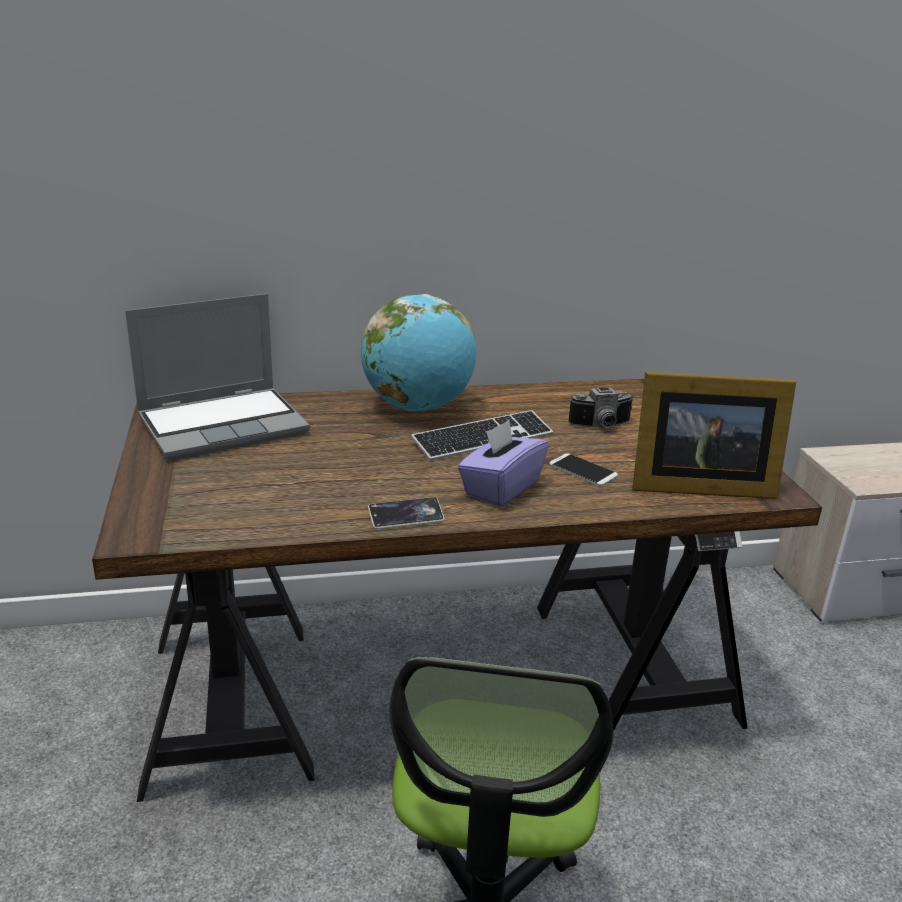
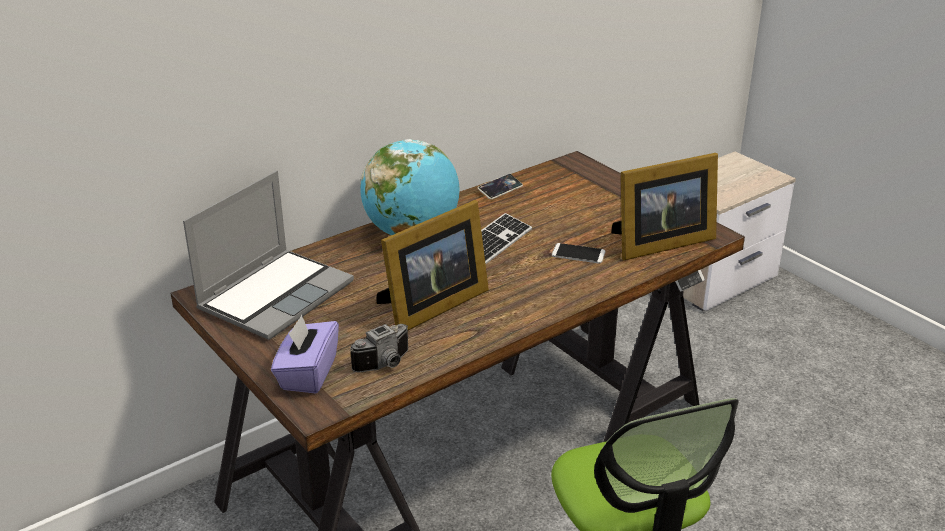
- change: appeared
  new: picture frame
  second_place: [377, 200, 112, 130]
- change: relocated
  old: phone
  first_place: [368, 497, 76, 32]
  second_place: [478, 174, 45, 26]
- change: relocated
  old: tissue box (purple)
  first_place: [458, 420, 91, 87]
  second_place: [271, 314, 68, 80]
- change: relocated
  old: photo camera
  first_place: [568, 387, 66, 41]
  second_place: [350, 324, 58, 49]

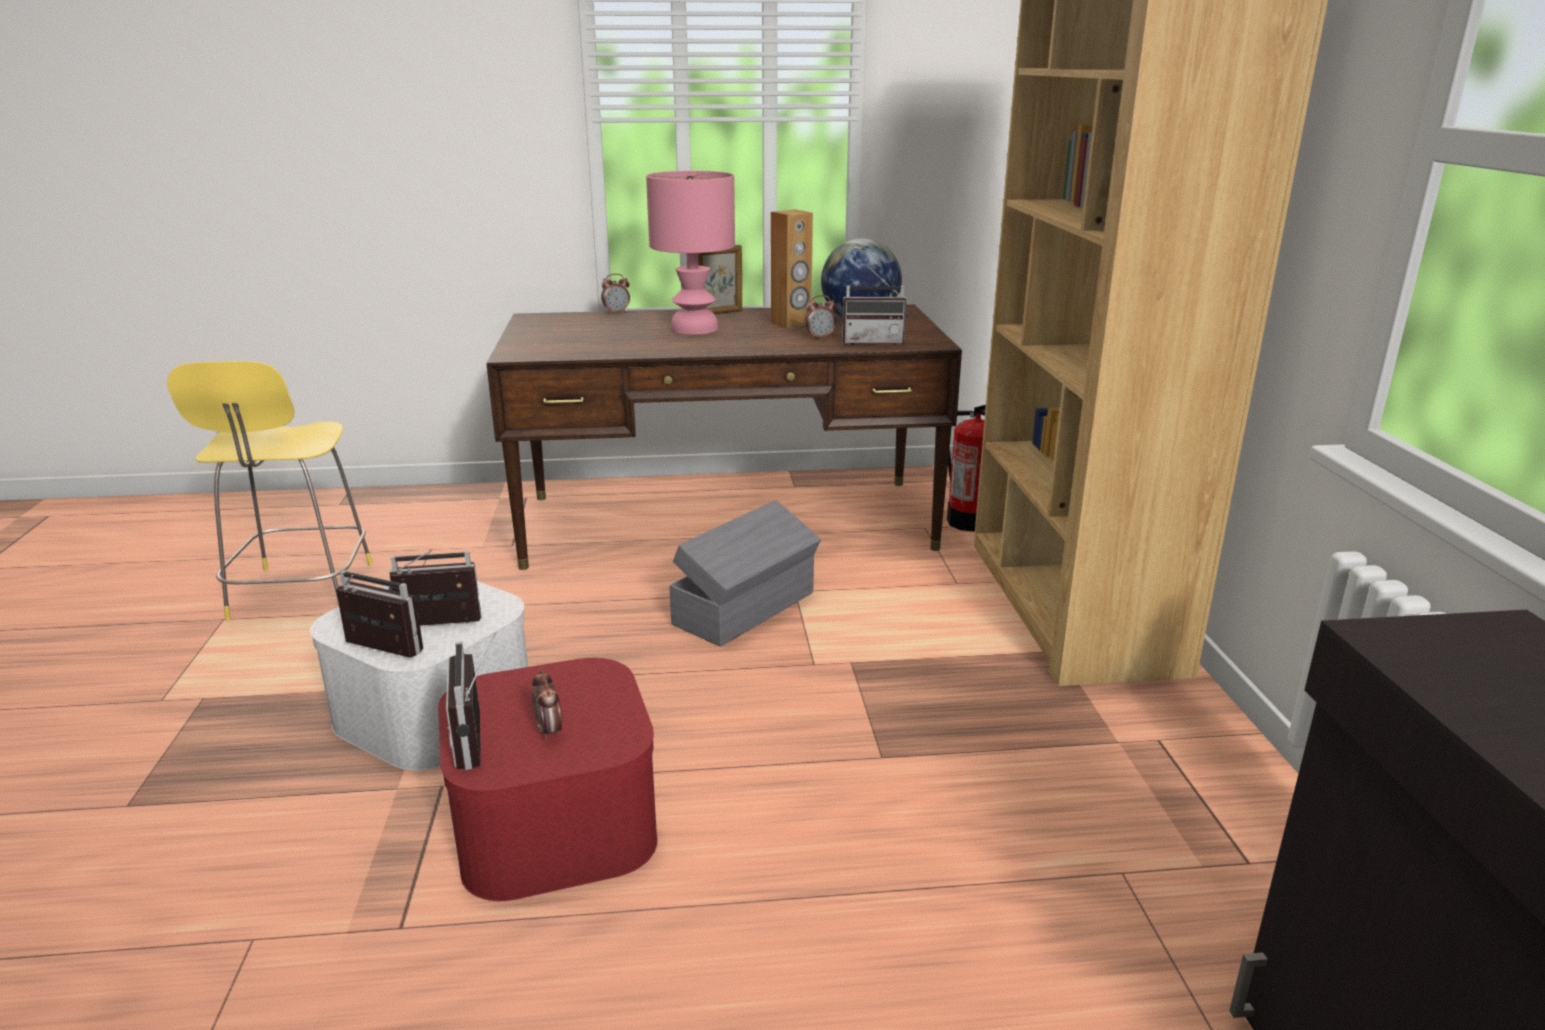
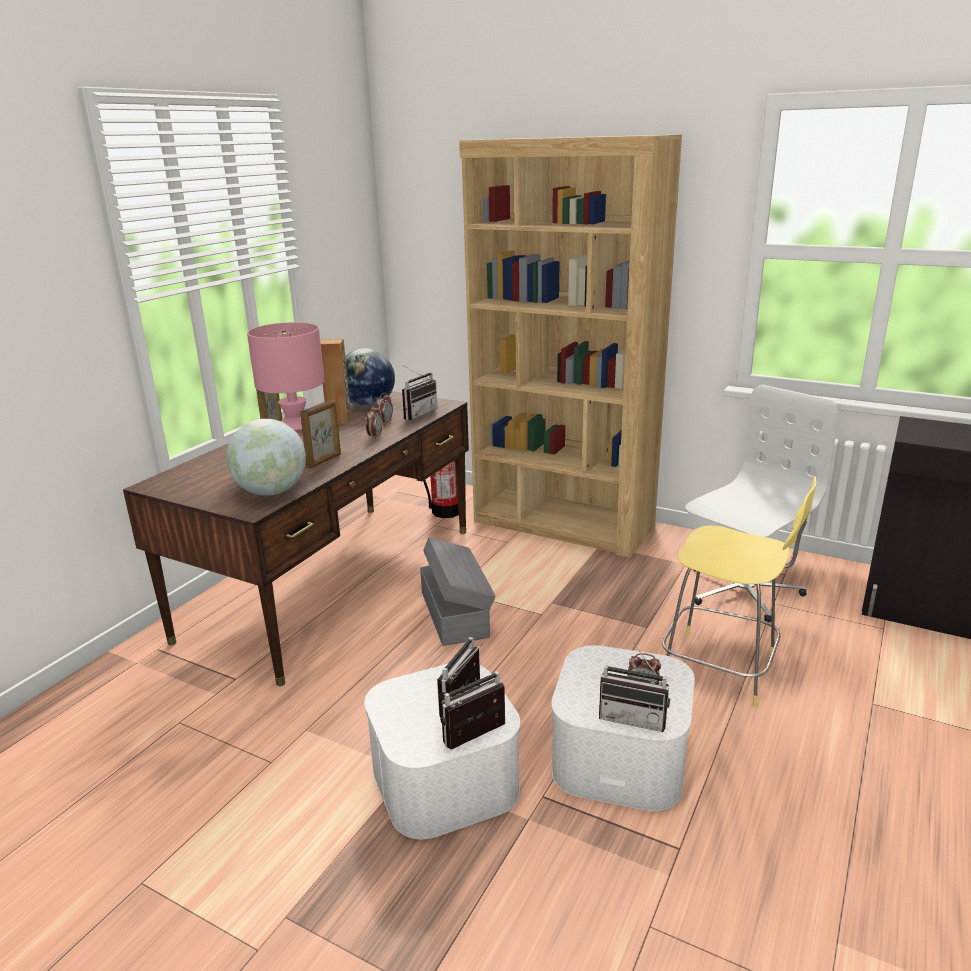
- change: appeared
  new: globe
  second_place: [226, 419, 80, 77]
- change: appeared
  new: picture frame
  second_place: [300, 400, 41, 68]
- change: appeared
  new: office chair (white)
  second_place: [685, 385, 153, 237]
- change: relocated
  old: stool (yellow)
  first_place: [167, 361, 206, 260]
  second_place: [662, 476, 155, 232]
- change: relocated
  old: alarm clock
  first_place: [601, 274, 29, 40]
  second_place: [366, 405, 17, 34]
- change: colour
  old: storage box (red)
  new: storage box (white)
  first_place: [438, 658, 220, 243]
  second_place: [552, 645, 143, 166]

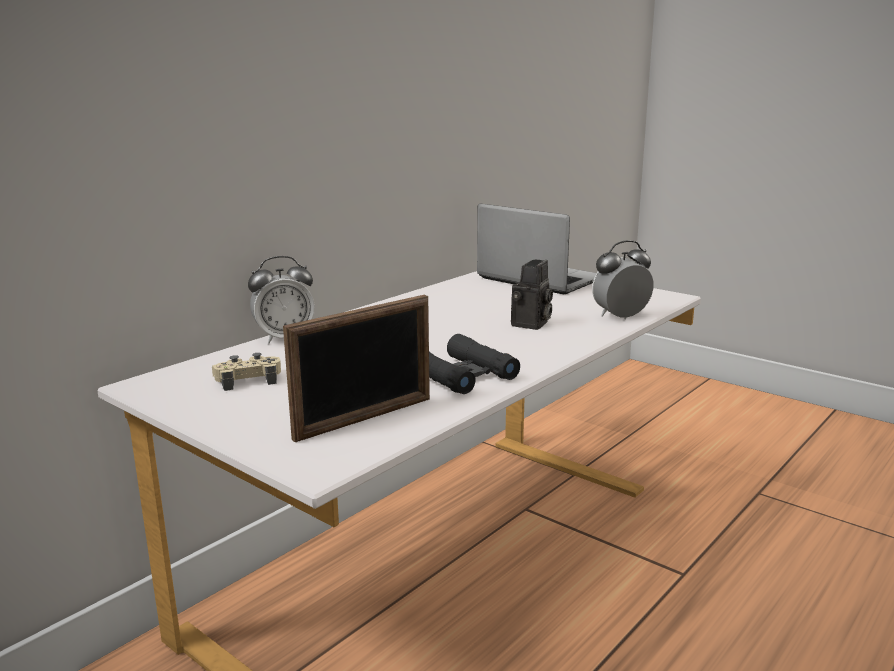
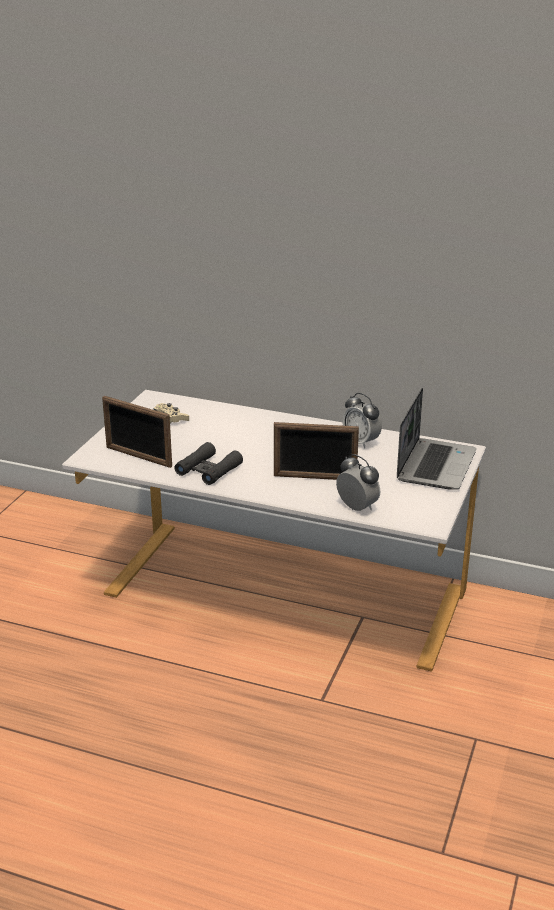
- change: relocated
  old: alarm clock
  first_place: [248, 256, 67, 87]
  second_place: [342, 393, 40, 56]
- change: exchanged
  old: photo camera
  new: picture frame
  first_place: [511, 260, 42, 70]
  second_place: [274, 422, 85, 58]

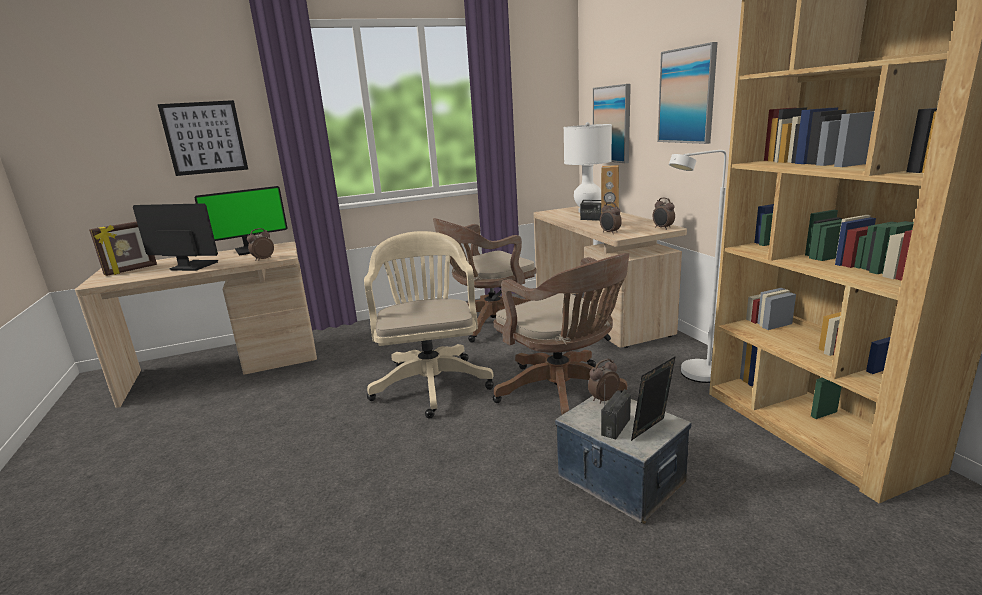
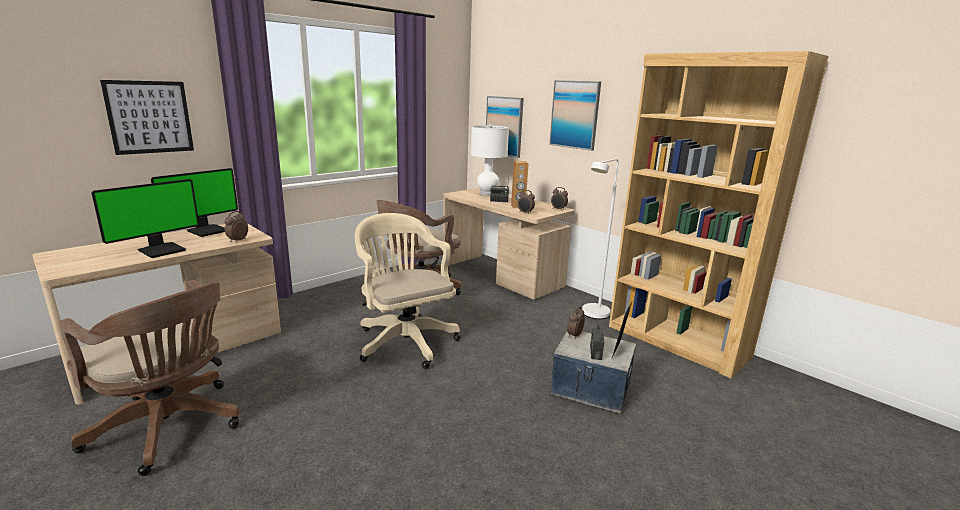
- change: missing
  old: picture frame
  first_place: [89, 221, 68, 55]
- change: relocated
  old: office chair (brown)
  first_place: [493, 253, 136, 173]
  second_place: [59, 280, 181, 196]
- change: spun
  old: monitor
  first_place: [133, 203, 85, 68]
  second_place: [91, 179, 108, 79]
  degrees: 135

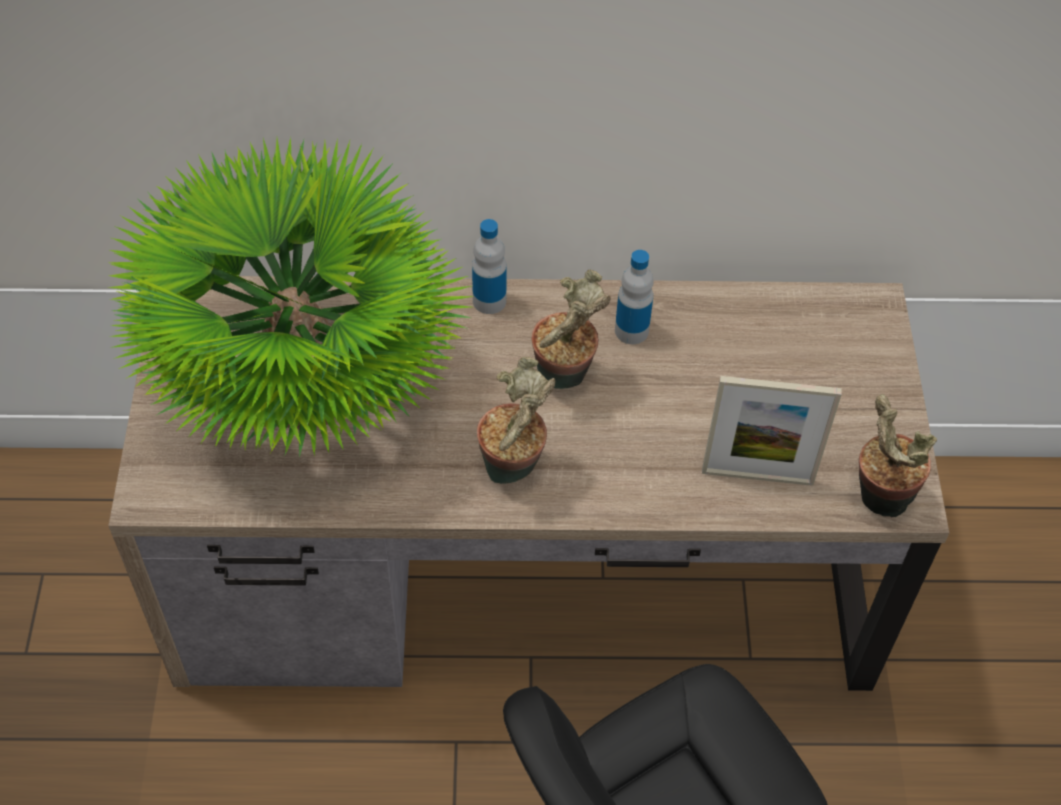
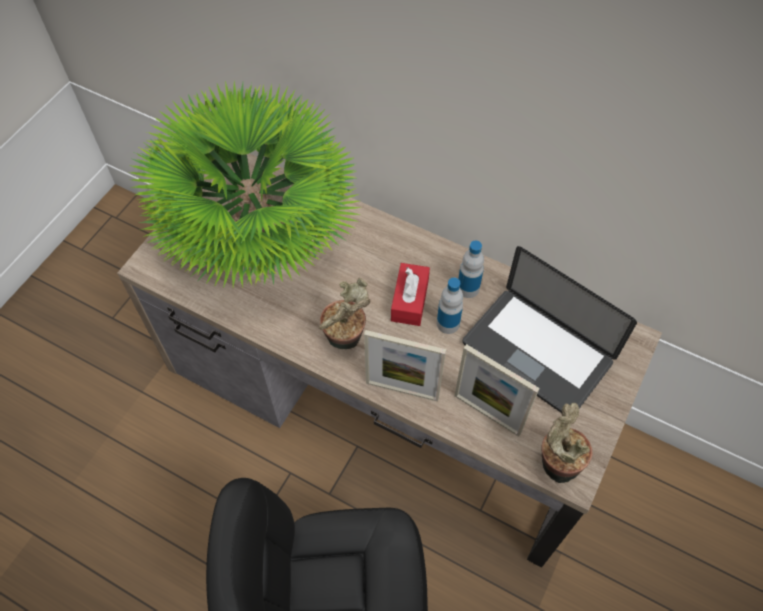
- change: appeared
  new: picture frame
  second_place: [364, 330, 82, 71]
- change: appeared
  new: laptop
  second_place: [463, 246, 174, 167]
- change: relocated
  old: bottle
  first_place: [472, 219, 35, 95]
  second_place: [437, 278, 26, 56]
- change: exchanged
  old: potted plant
  new: tissue box (red)
  first_place: [532, 270, 79, 119]
  second_place: [391, 263, 39, 63]

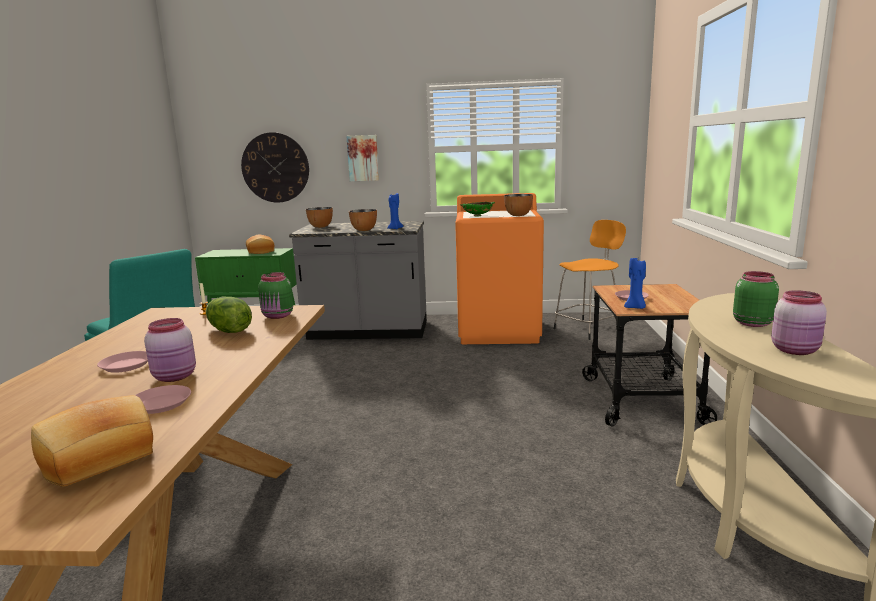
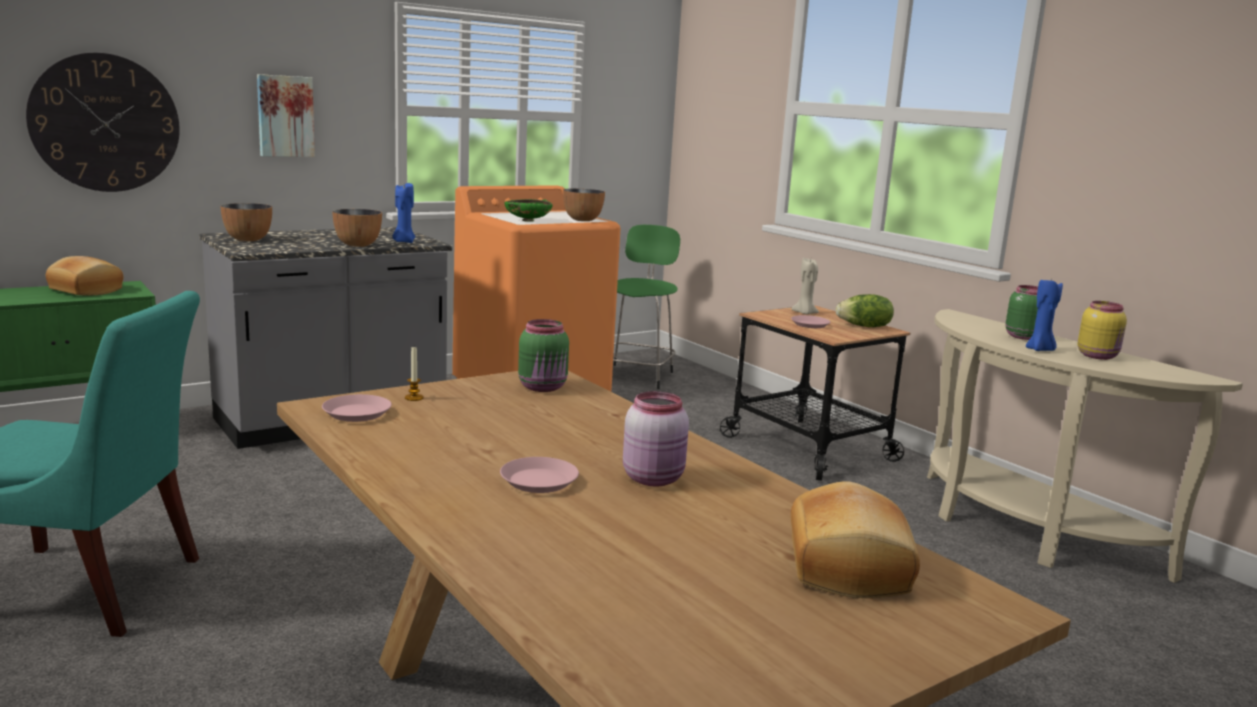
- change: appeared
  new: candle (beige)
  second_place: [792, 258, 27, 57]
- change: relocated
  old: plate (pink)
  first_place: [135, 385, 56, 29]
  second_place: [322, 394, 70, 28]
- change: relocated
  old: lettuce
  first_place: [206, 297, 46, 36]
  second_place: [836, 294, 58, 33]
- change: relocated
  old: candle (blue)
  first_place: [624, 258, 22, 51]
  second_place: [1026, 279, 37, 72]
- change: colour
  old: stool (orange)
  new: stool (green)
  first_place: [554, 220, 72, 120]
  second_place: [613, 225, 67, 164]
- change: colour
  old: jar (pink)
  new: jar (yellow)
  first_place: [771, 290, 56, 65]
  second_place: [1078, 301, 49, 59]

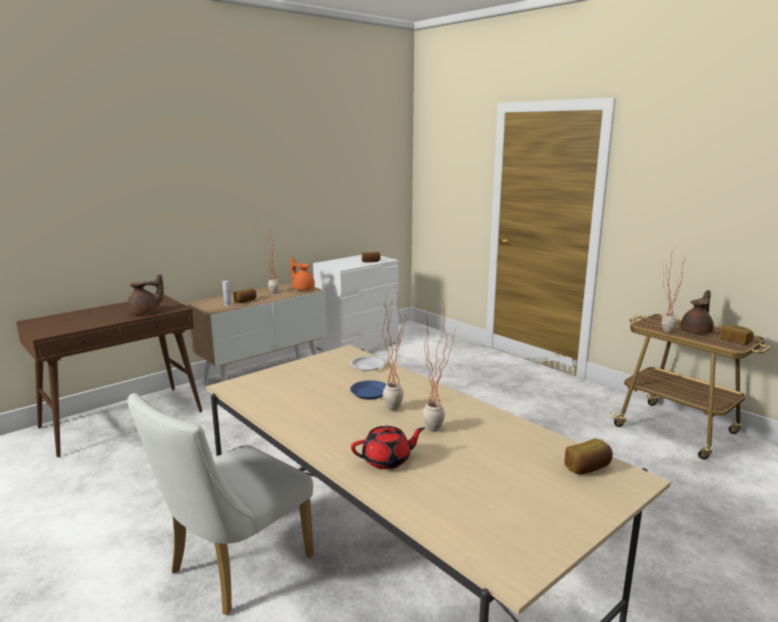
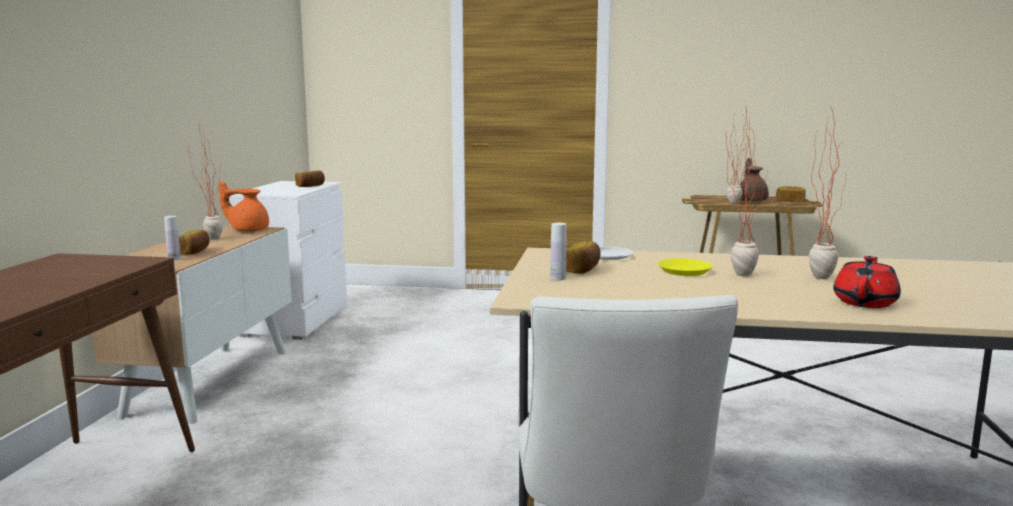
- change: missing
  old: teapot (brown)
  first_place: [127, 274, 37, 41]
- change: appeared
  new: bottle (white)
  second_place: [550, 223, 17, 58]
- change: relocated
  old: bread
  first_place: [564, 438, 49, 36]
  second_place: [566, 241, 35, 33]
- change: colour
  old: plate (blue)
  new: plate (yellow)
  first_place: [350, 380, 37, 20]
  second_place: [658, 258, 55, 18]

